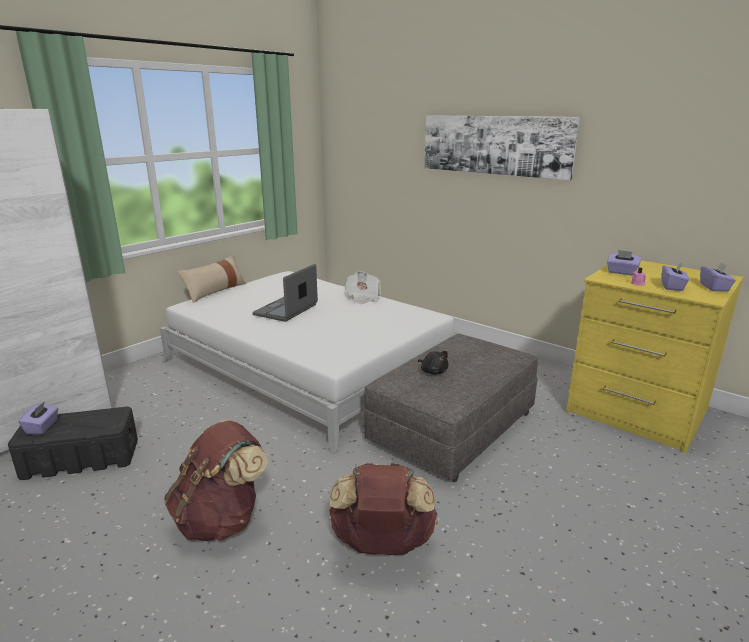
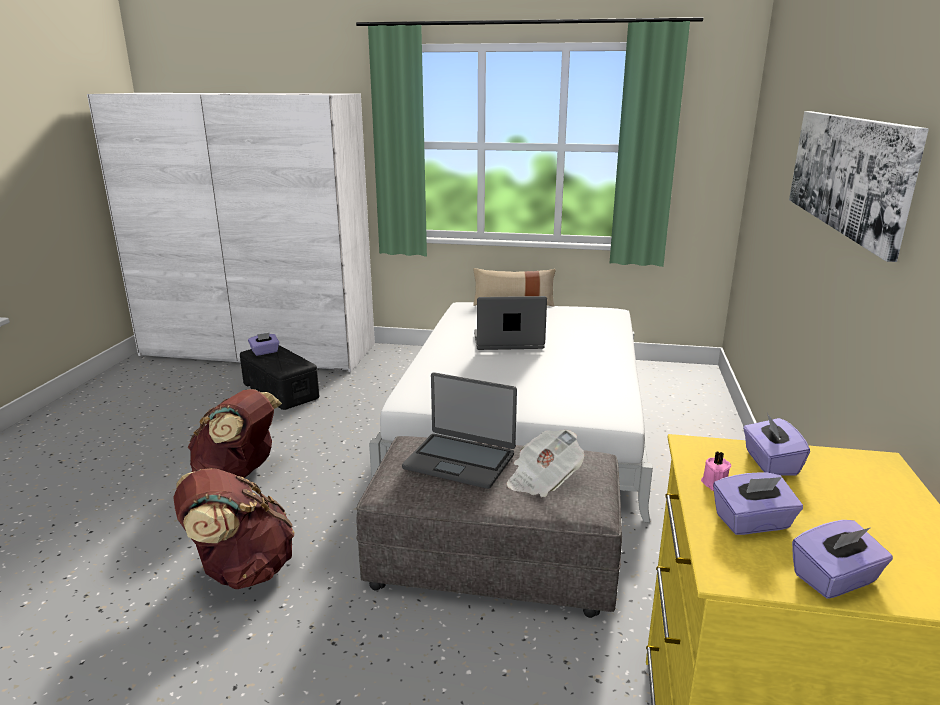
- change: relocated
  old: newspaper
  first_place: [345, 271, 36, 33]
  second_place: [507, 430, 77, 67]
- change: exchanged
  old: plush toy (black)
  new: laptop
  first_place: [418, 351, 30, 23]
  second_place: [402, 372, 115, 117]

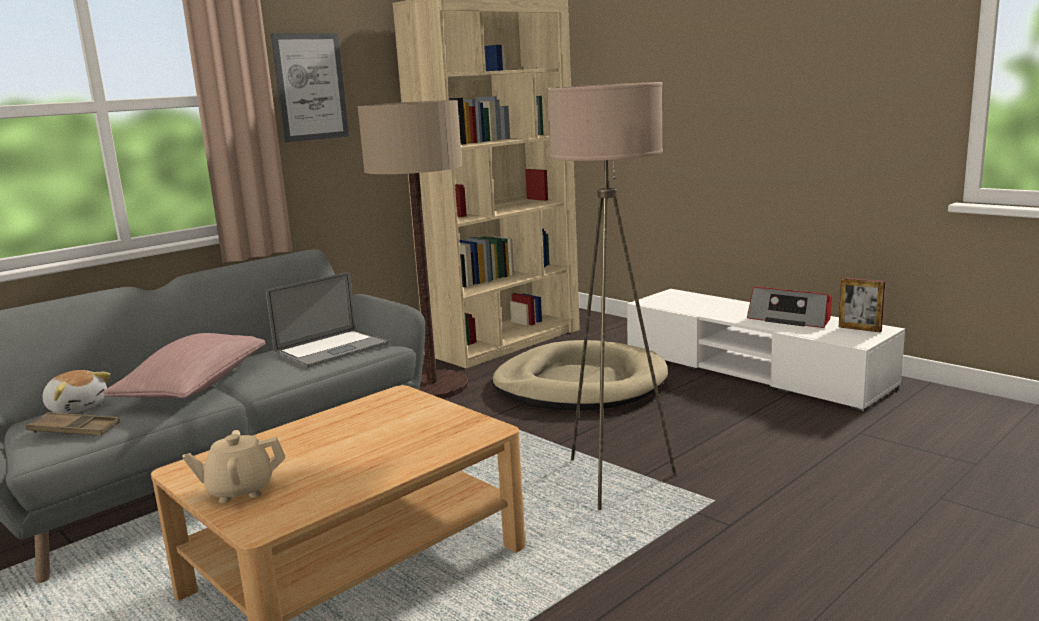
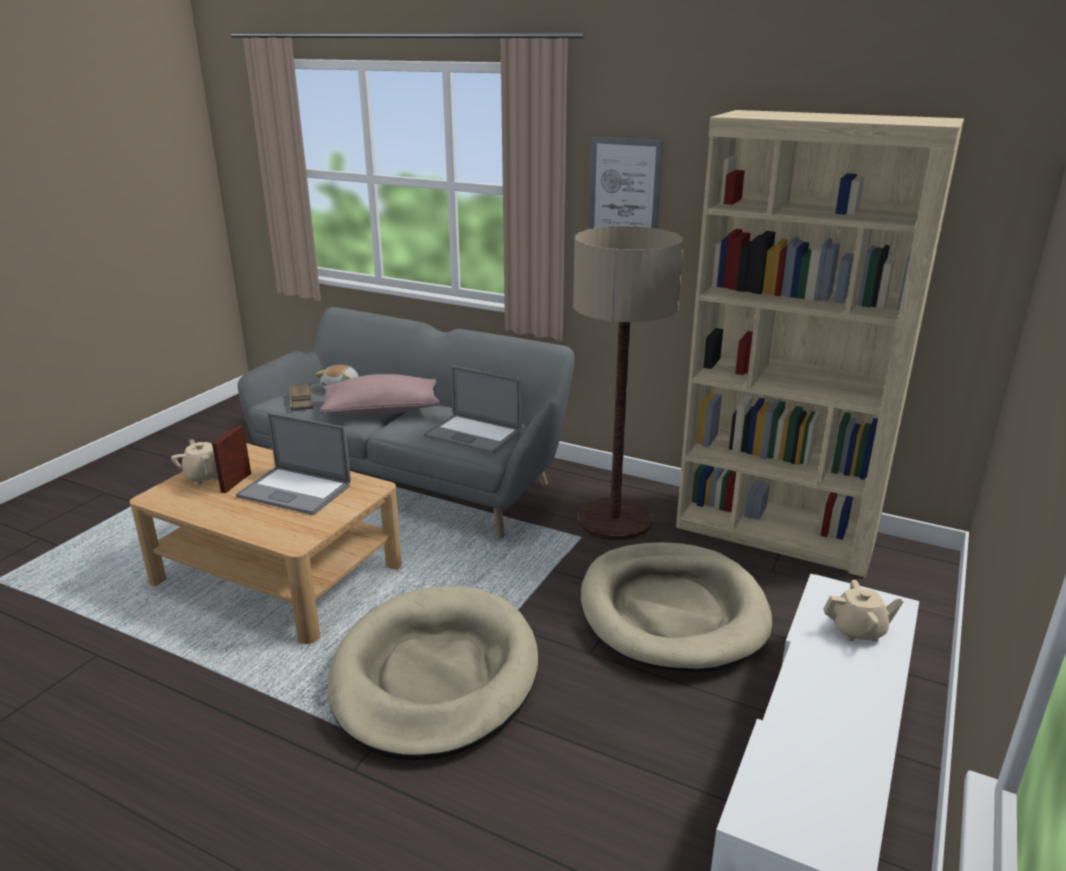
- change: missing
  old: radio
  first_place: [747, 287, 85, 41]
- change: appeared
  new: laptop
  second_place: [236, 413, 115, 102]
- change: appeared
  new: teapot (beige)
  second_place: [823, 580, 80, 62]
- change: relocated
  old: picture frame
  first_place: [839, 277, 46, 56]
  second_place: [212, 425, 39, 68]
- change: exchanged
  old: floor lamp (beige)
  new: dog bed (beige)
  first_place: [547, 82, 129, 428]
  second_place: [328, 586, 210, 175]

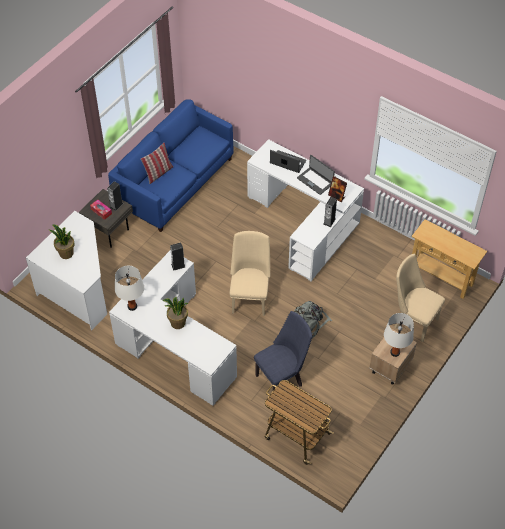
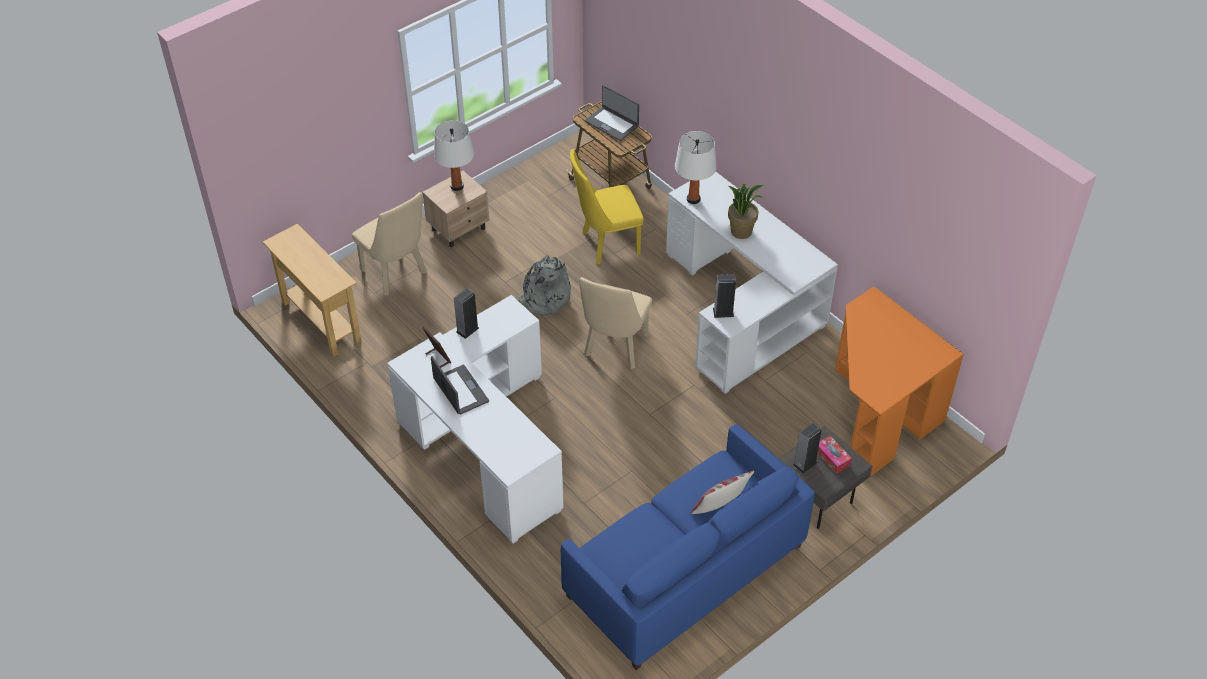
- change: missing
  old: potted plant
  first_place: [48, 225, 26, 34]
- change: relocated
  old: table lamp (white)
  first_place: [115, 265, 29, 46]
  second_place: [675, 131, 42, 73]
- change: relocated
  old: laptop
  first_place: [270, 150, 36, 23]
  second_place: [585, 85, 54, 56]
- change: colour
  old: desk (white)
  new: desk (orange)
  first_place: [26, 211, 81, 119]
  second_place: [835, 287, 129, 190]
- change: colour
  old: chair (blue)
  new: chair (yellow)
  first_place: [254, 311, 58, 79]
  second_place: [570, 149, 74, 116]

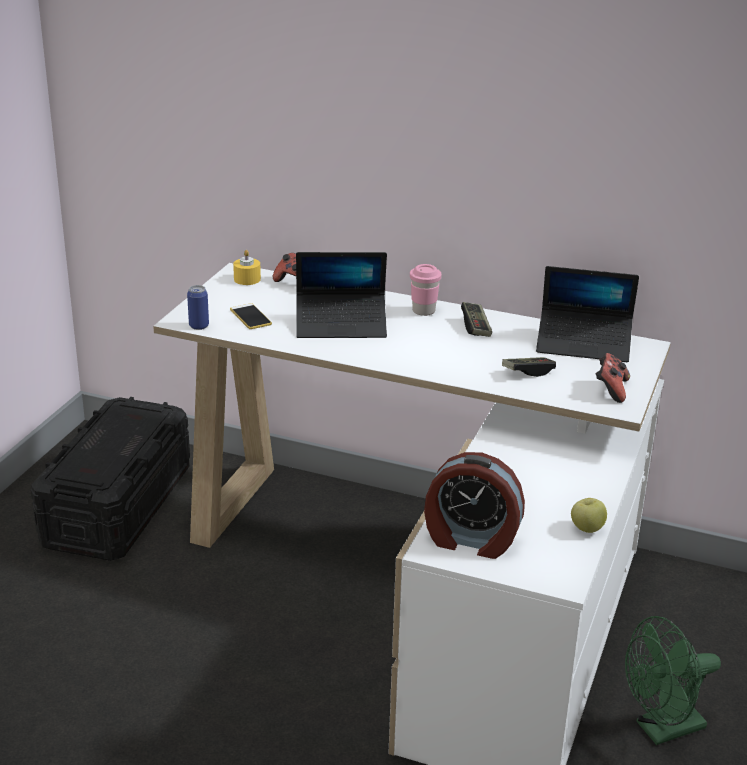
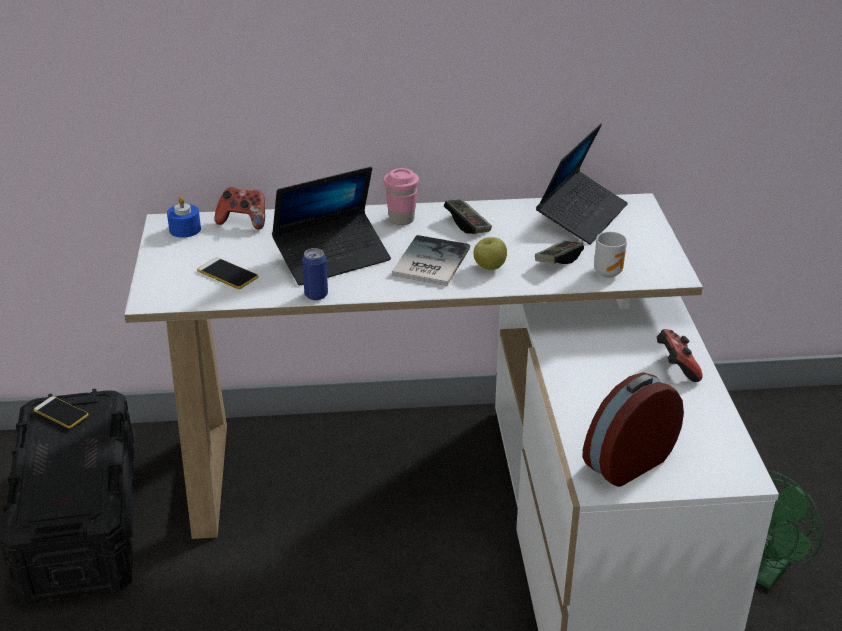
- change: appeared
  new: phone
  second_place: [34, 396, 54, 32]
- change: appeared
  new: book
  second_place: [392, 235, 78, 51]
- change: appeared
  new: mug
  second_place: [594, 232, 33, 46]
- change: relocated
  old: can
  first_place: [187, 285, 22, 45]
  second_place: [302, 248, 26, 52]
- change: relocated
  old: apple
  first_place: [571, 498, 36, 35]
  second_place: [473, 237, 34, 33]
- change: relocated
  old: game controller
  first_place: [596, 353, 34, 50]
  second_place: [656, 329, 47, 53]
- change: colour
  old: candle (yellow)
  new: candle (blue)
  first_place: [233, 250, 28, 35]
  second_place: [167, 196, 34, 42]
- change: spun
  old: alarm clock
  first_place: [424, 452, 101, 107]
  second_place: [583, 372, 101, 115]
  degrees: 150
- change: spun
  old: laptop
  first_place: [536, 266, 103, 96]
  second_place: [536, 123, 92, 122]
  degrees: -45

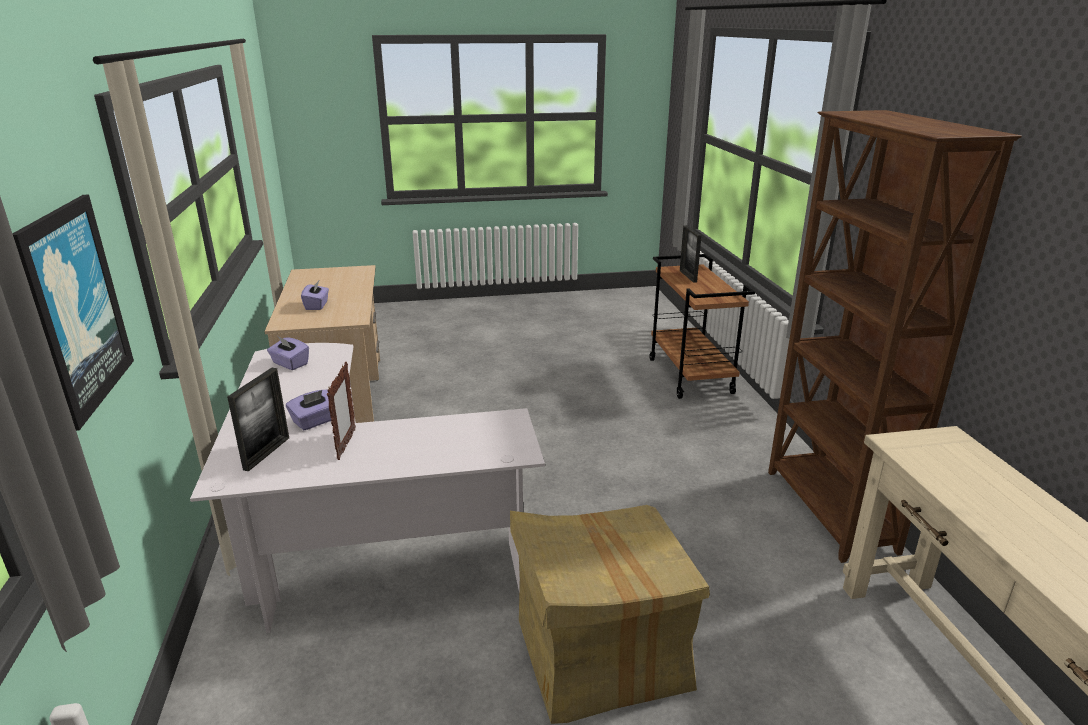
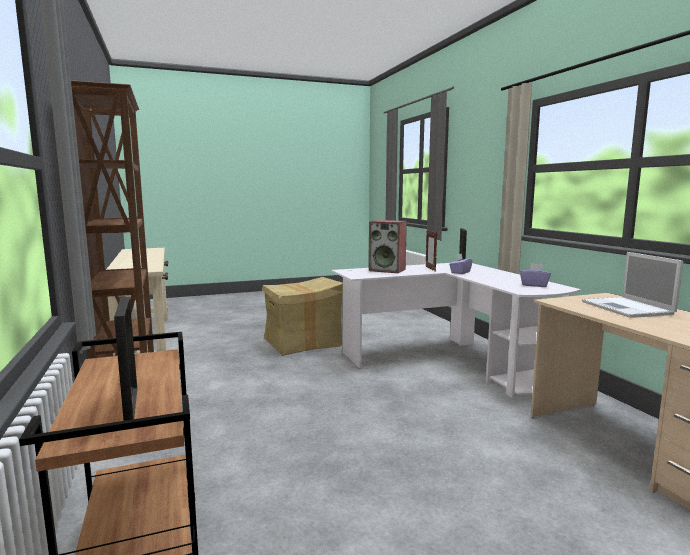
- change: missing
  old: picture
  first_place: [12, 195, 122, 236]
- change: appeared
  new: speaker
  second_place: [369, 220, 38, 53]
- change: exchanged
  old: tissue box (purple)
  new: laptop
  first_place: [301, 281, 28, 29]
  second_place: [582, 252, 101, 66]

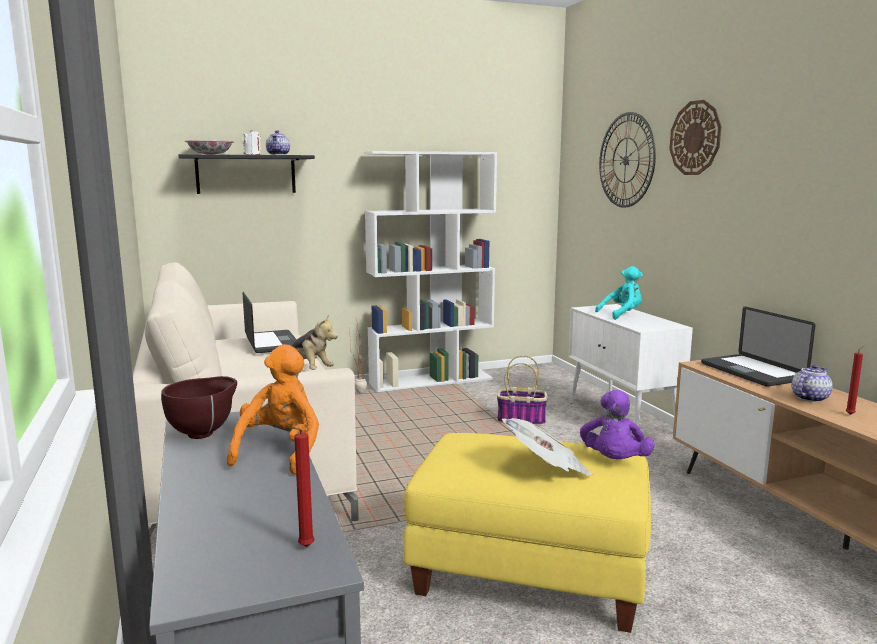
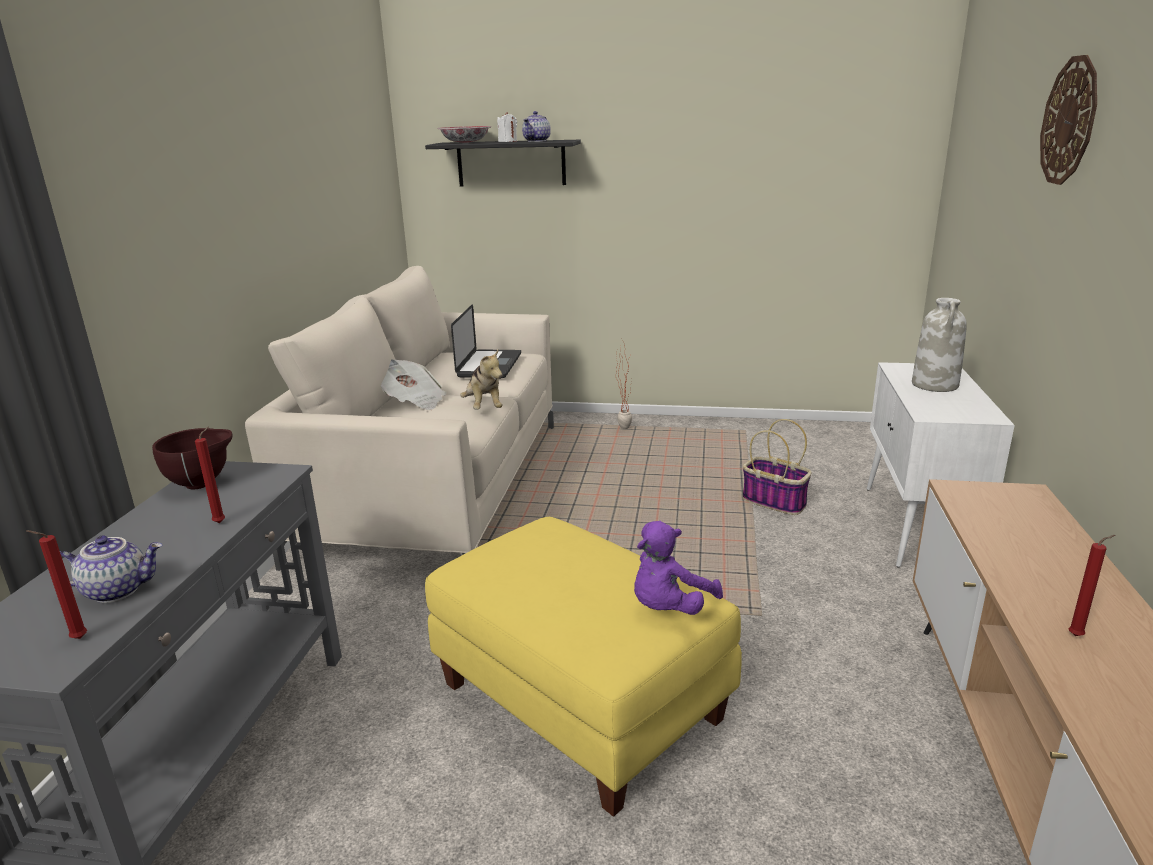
- change: missing
  old: bookcase (white)
  first_place: [363, 151, 134, 241]
- change: missing
  old: wall clock
  first_place: [599, 112, 57, 96]
- change: missing
  old: laptop
  first_place: [701, 306, 114, 81]
- change: relocated
  old: newspaper
  first_place: [502, 418, 91, 58]
  second_place: [381, 359, 65, 51]
- change: relocated
  old: teapot
  first_place: [792, 364, 41, 38]
  second_place: [60, 535, 103, 68]
- change: exchanged
  old: plush toy (orange)
  new: candle (red)
  first_place: [227, 344, 92, 130]
  second_place: [195, 427, 30, 96]
- change: exchanged
  old: plush toy (turquoise)
  new: vase (white)
  first_place: [595, 266, 48, 54]
  second_place: [912, 298, 55, 94]

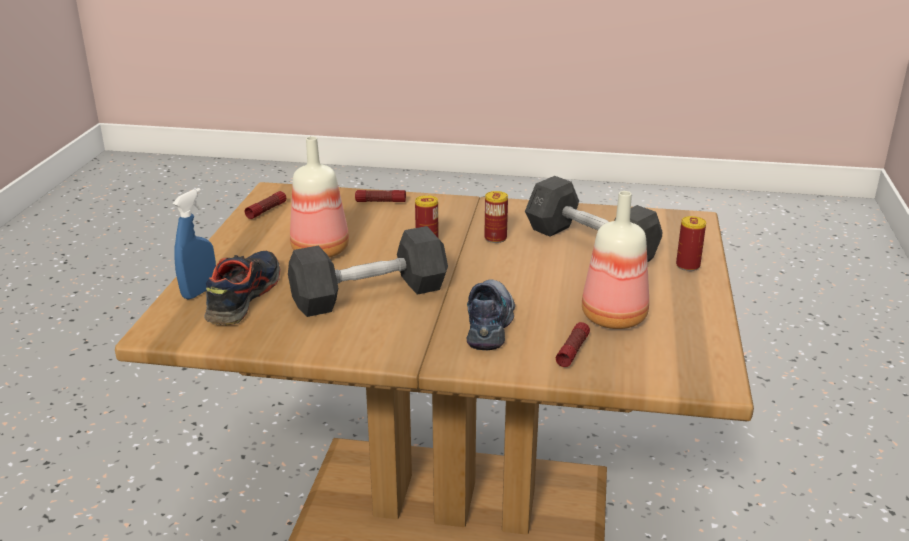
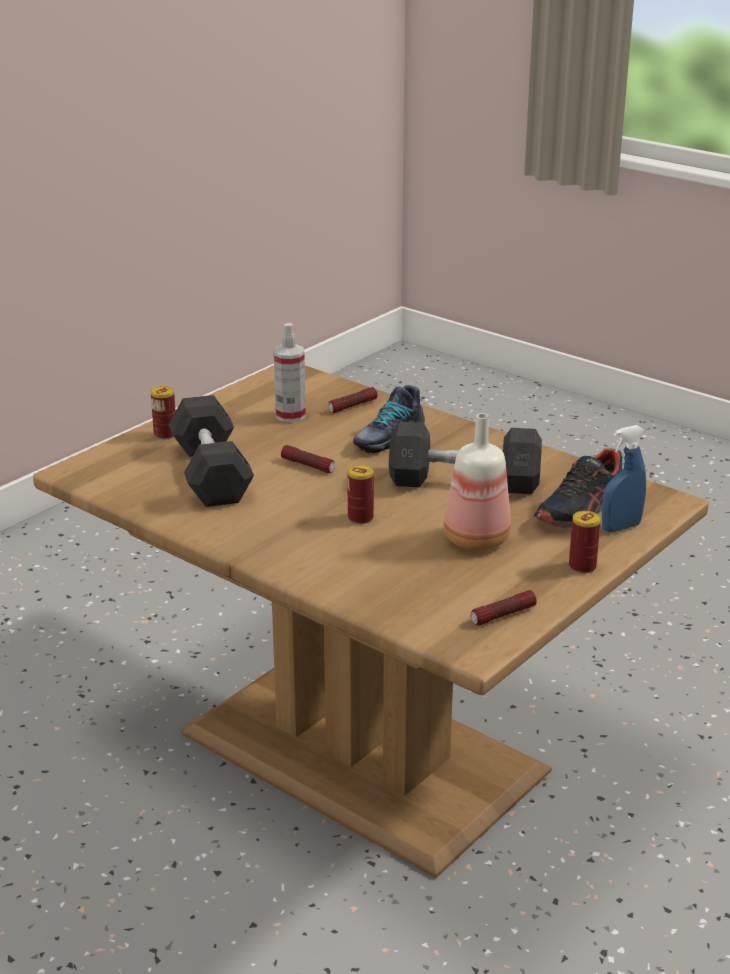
- change: relocated
  old: flashlight
  first_place: [355, 190, 51, 12]
  second_place: [281, 445, 54, 28]
- change: relocated
  old: can
  first_place: [484, 191, 24, 52]
  second_place: [569, 511, 32, 63]
- change: exchanged
  old: bottle
  new: spray bottle
  first_place: [582, 191, 67, 138]
  second_place: [274, 323, 32, 99]

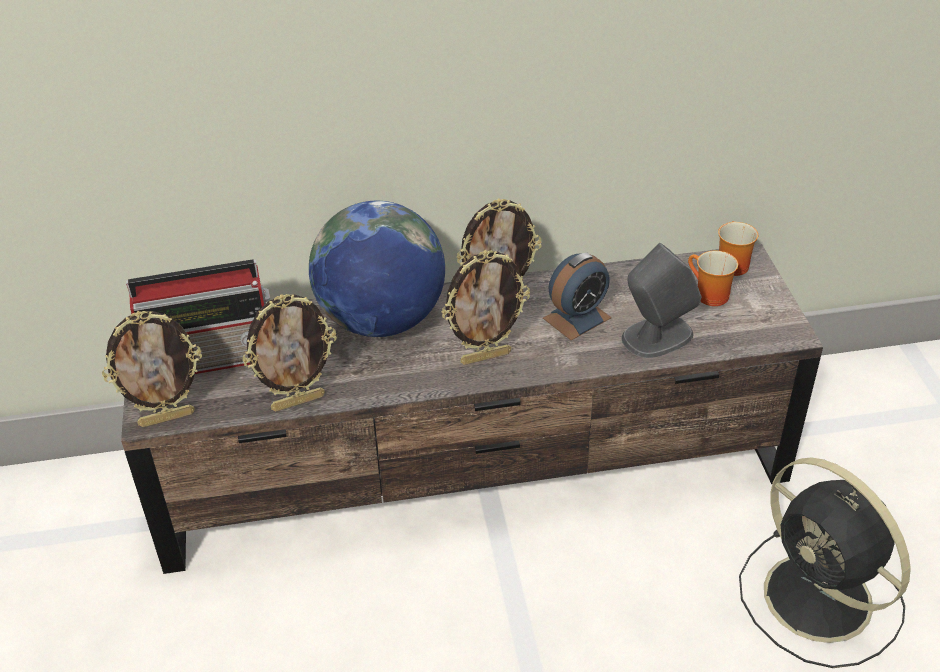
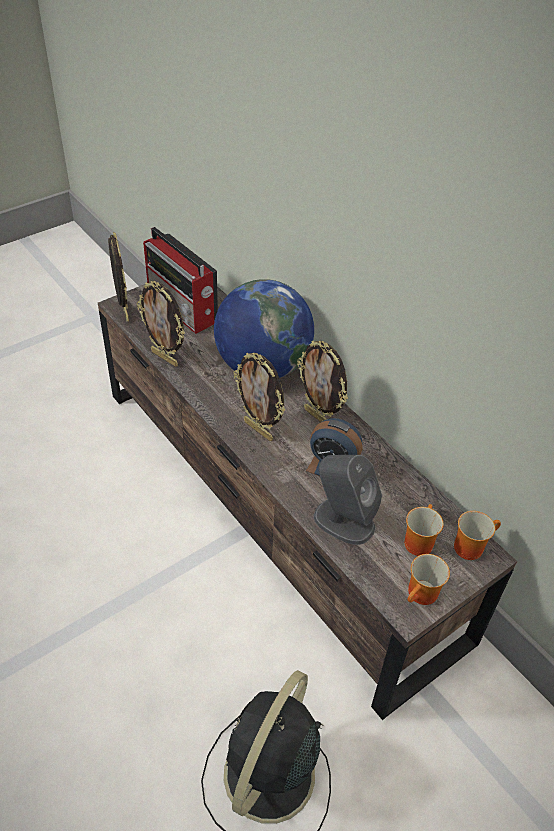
- change: appeared
  new: mug
  second_place: [407, 554, 43, 51]
- change: spun
  old: picture frame
  first_place: [102, 311, 100, 116]
  second_place: [108, 232, 21, 89]
  degrees: -150

